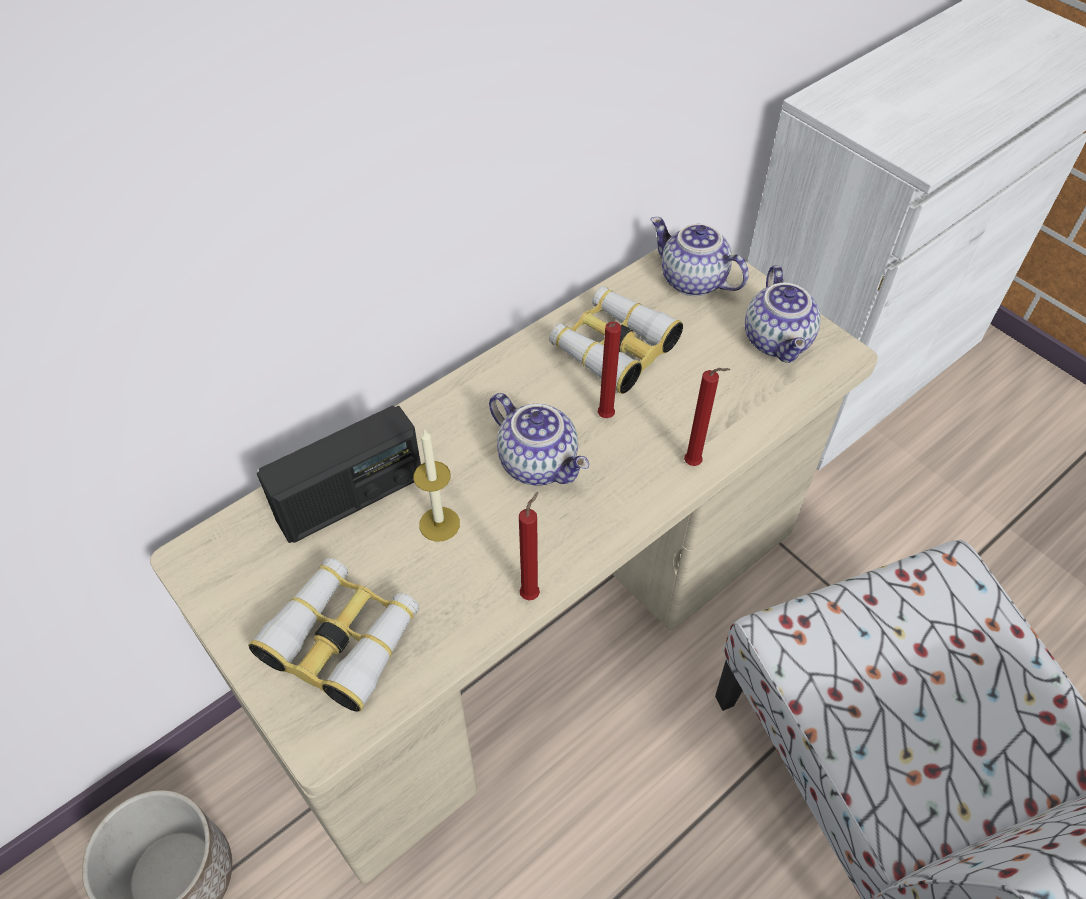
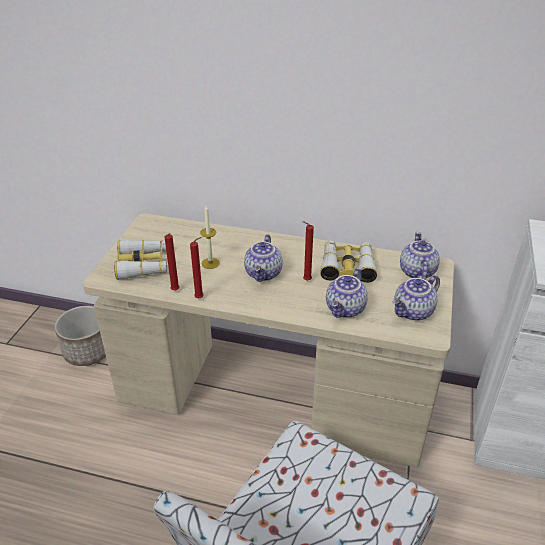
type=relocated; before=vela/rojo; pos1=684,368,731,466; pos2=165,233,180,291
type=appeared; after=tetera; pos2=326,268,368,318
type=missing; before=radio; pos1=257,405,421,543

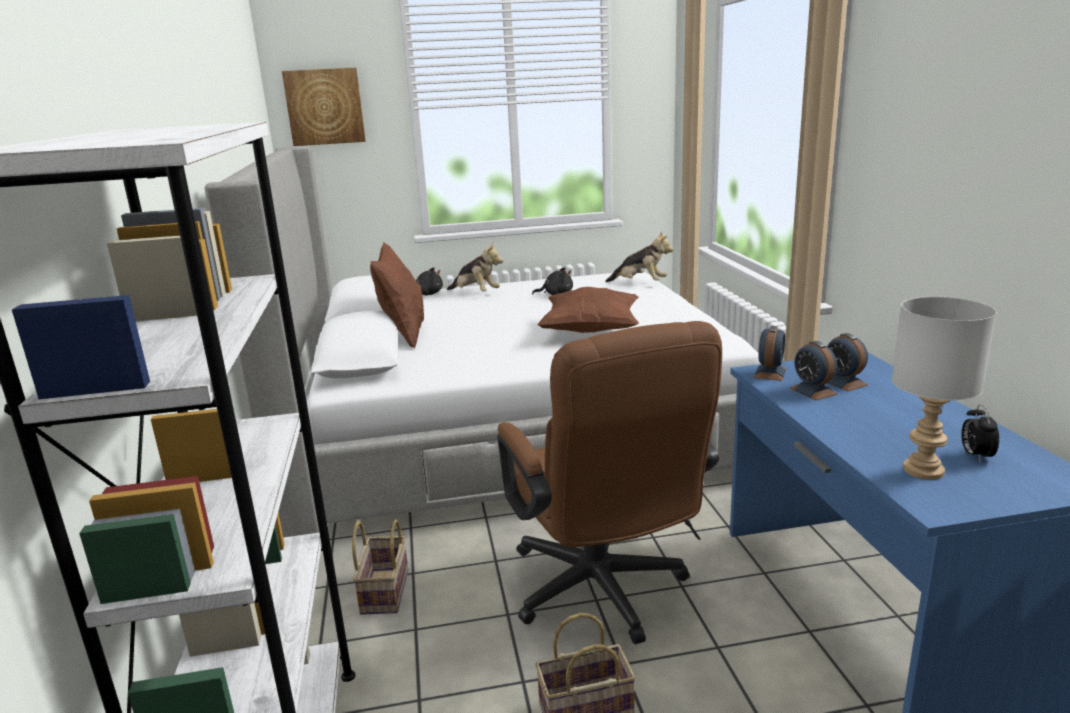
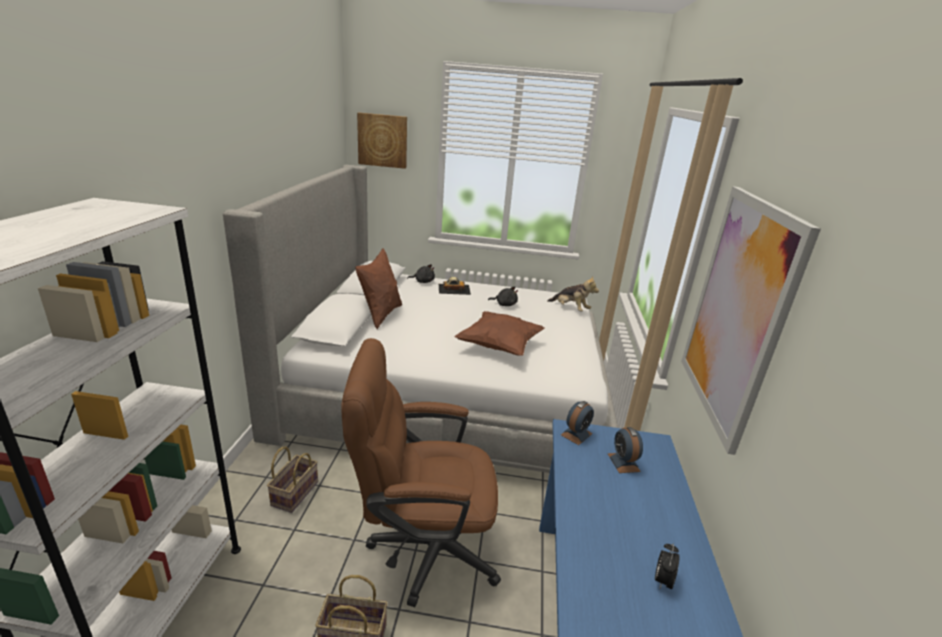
type=spun; before=silla de oficina/marrón; pos1=497,321,722,644; pos2=341,338,501,607; turn=90
type=exchanged; before=peluche; after=coche de juguete; pos1=447,243,503,291; pos2=439,277,471,295
type=appeared; after=cuadro; pos2=681,186,821,455
type=missing; before=despertador; pos1=789,341,838,400
type=missing; before=lámpara de mesa/gris; pos1=892,296,996,480

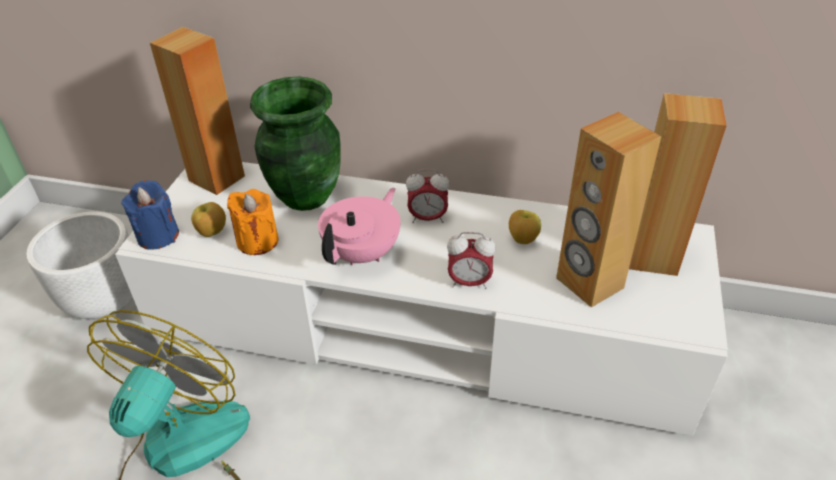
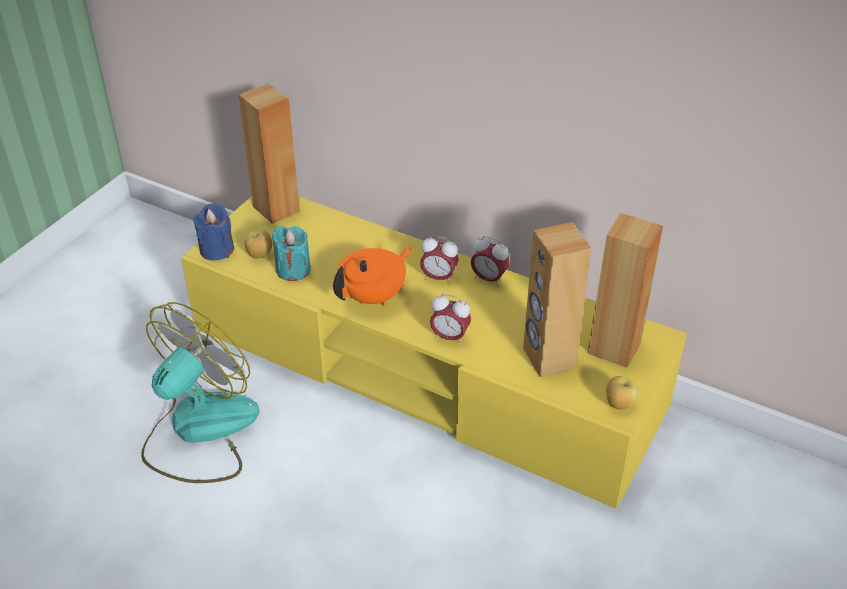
type=colour; before=mueble de televisión/blanco; after=mueble de televisión/amarillo; pos1=115,162,728,436; pos2=181,196,687,509
type=colour; before=vela/naranja; after=vela/turquesa; pos1=227,189,278,255; pos2=272,226,311,281
type=colour; before=tetera/rosa; after=tetera/naranja; pos1=318,188,400,265; pos2=333,246,412,306
type=appeared; after=despertador; pos2=471,236,510,287
type=relocated; before=manzana; pos1=509,210,541,244; pos2=606,376,638,409
type=missing; before=maceta/blanco; pos1=26,212,132,319
type=missing; before=florero/verde; pos1=250,77,341,211

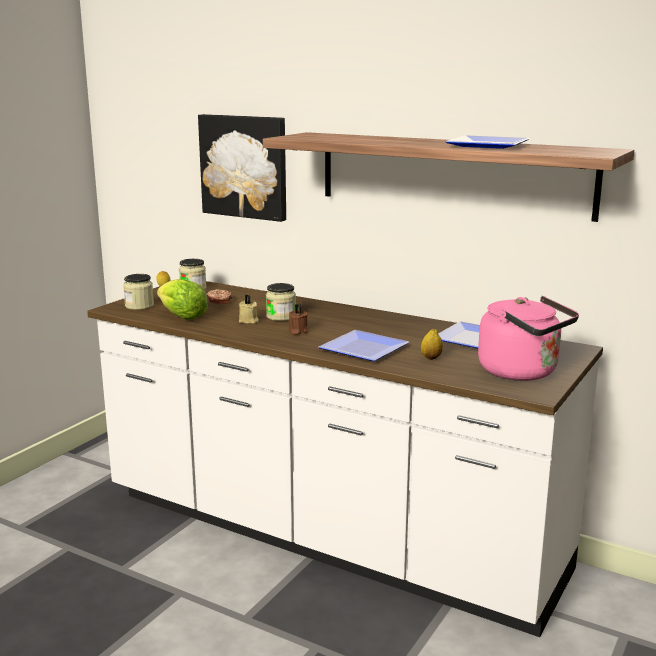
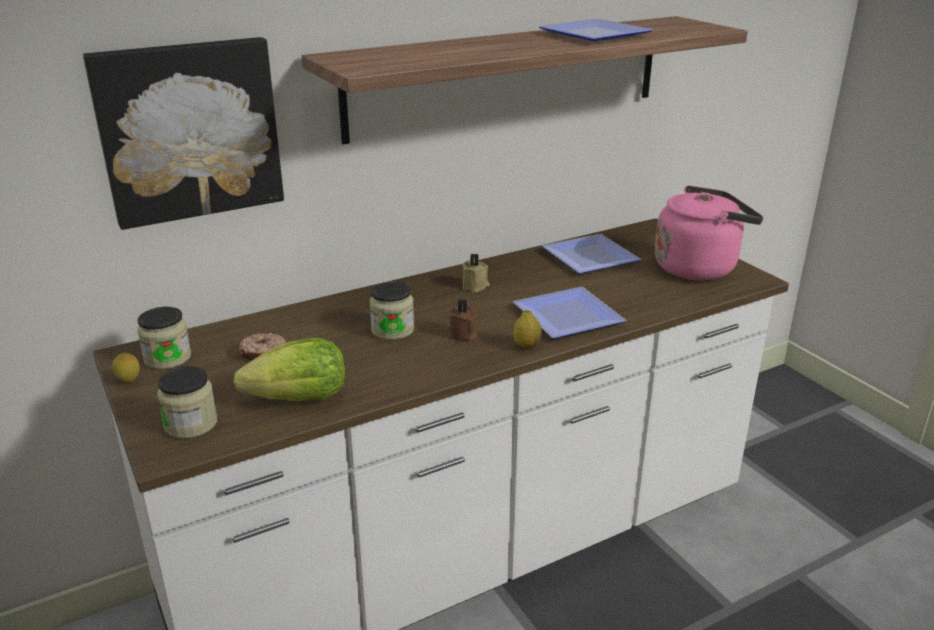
type=relocated; before=vela/beis; pos1=239,294,259,324; pos2=462,254,490,292
type=relocated; before=limón; pos1=421,329,443,360; pos2=513,310,542,349

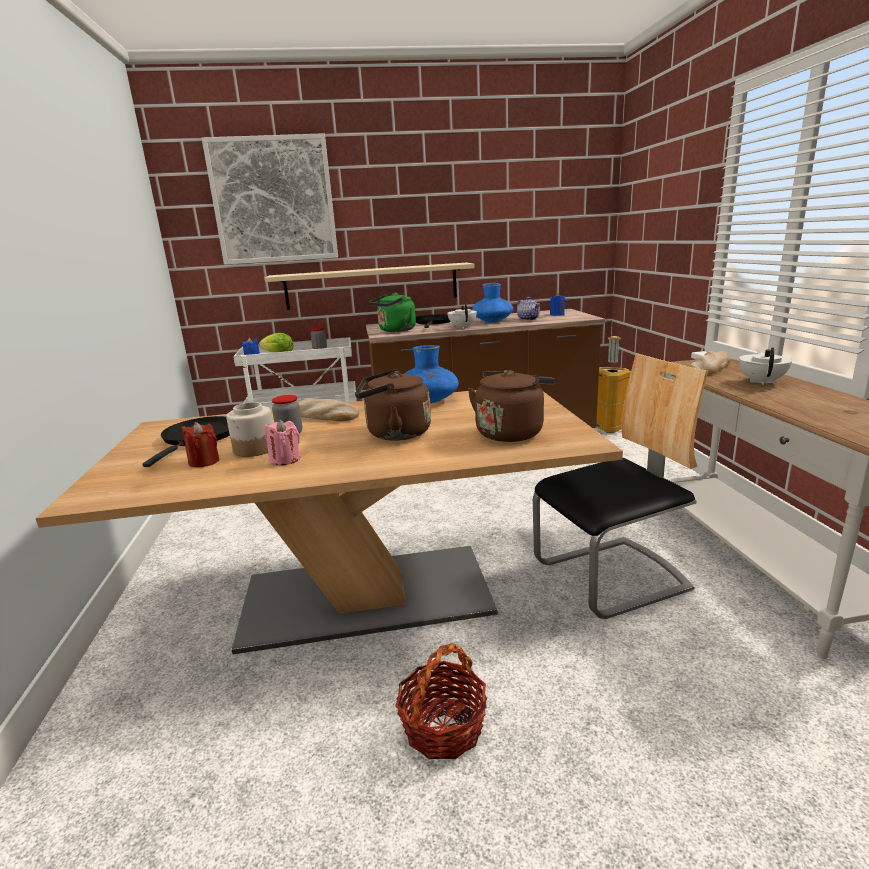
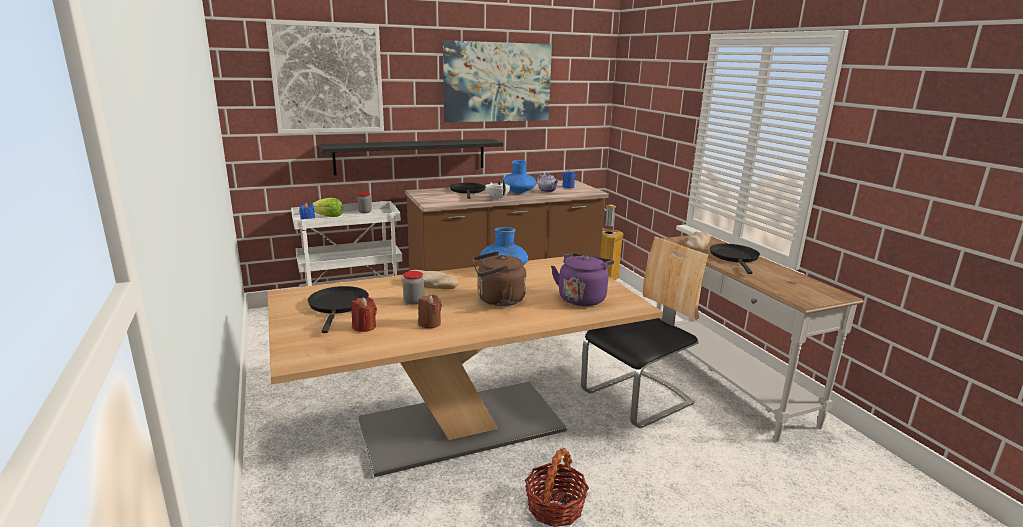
type=colour; before=estante/beis; after=estante/negro; pos1=265,262,475,310; pos2=319,139,503,175
type=colour; before=vela/rosa; after=vela/marrón; pos1=265,419,300,465; pos2=418,294,442,328
type=appeared; after=cuadro; pos2=443,40,552,122
type=colour; before=hervidor/marrón; after=hervidor/morado; pos1=467,370,555,442; pos2=551,253,614,306
type=exchanged; before=tetera/blanco; after=sartén/negro; pos1=739,347,792,385; pos2=710,244,760,274
type=missing; before=tarro; pos1=226,402,273,457
type=missing; before=hervidor/verde; pos1=369,293,416,332

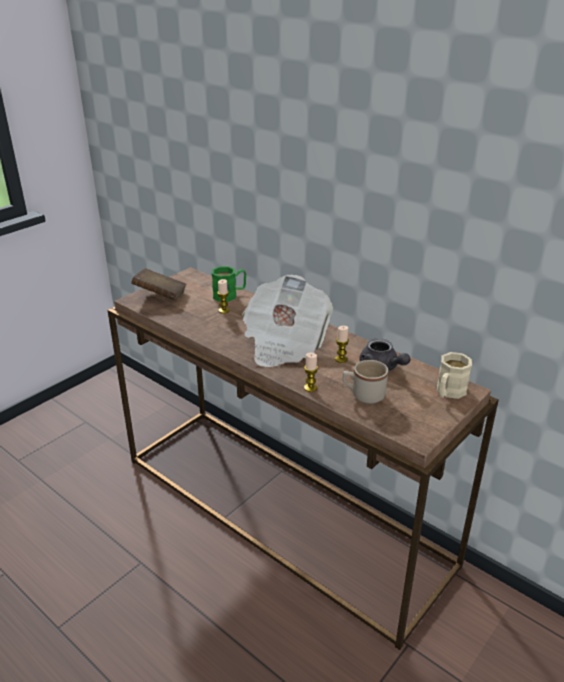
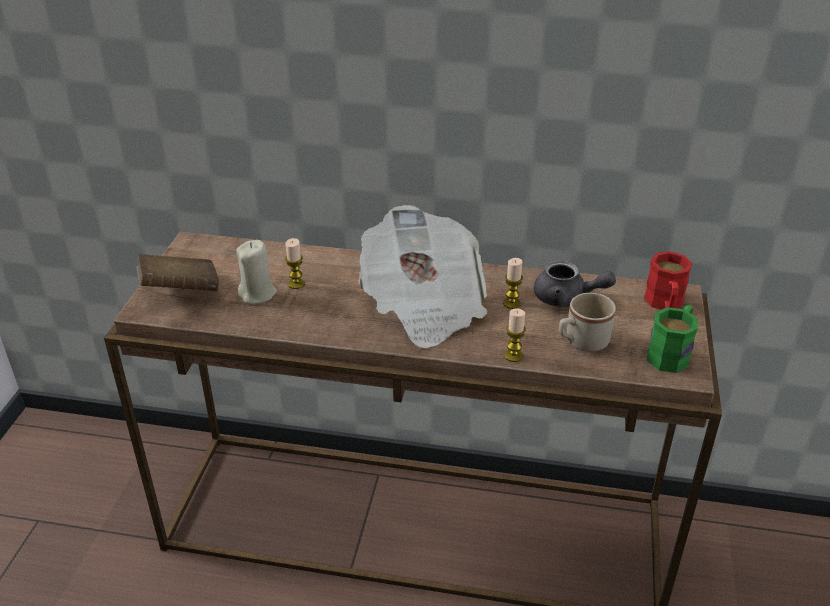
type=appeared; after=vela/beis; pos2=236,240,277,304
type=colour; before=taza grande/beis; after=taza grande/rojo; pos1=437,352,472,399; pos2=644,251,693,310
type=relocated; before=taza grande/verde; pos1=212,266,246,302; pos2=647,305,698,373

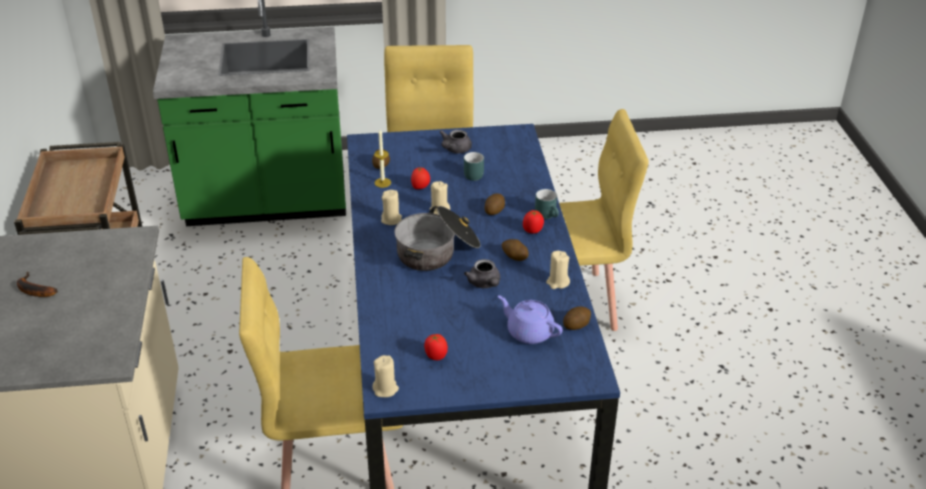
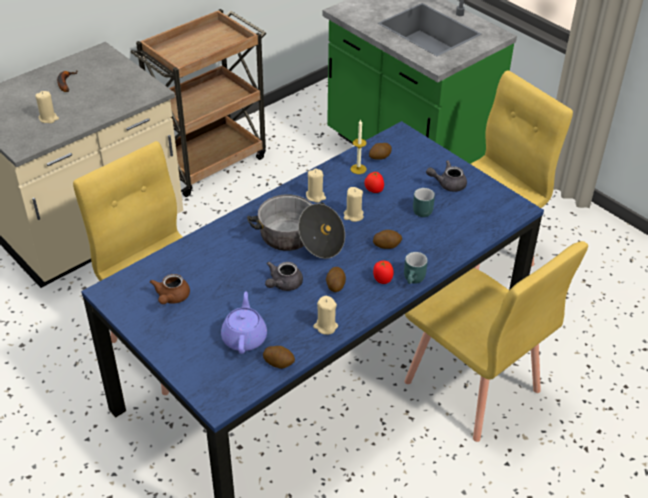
type=relocated; before=vela/beis; pos1=372,355,399,397; pos2=35,91,59,123
type=exchanged; before=tomate; after=tetera/marrón; pos1=424,334,448,360; pos2=150,274,190,304

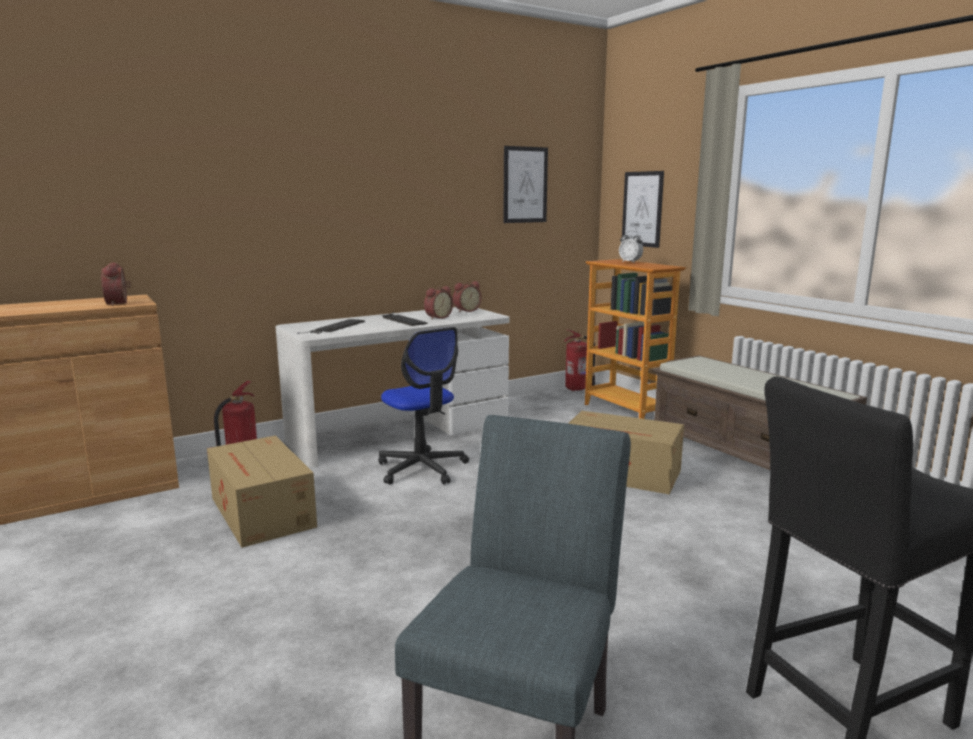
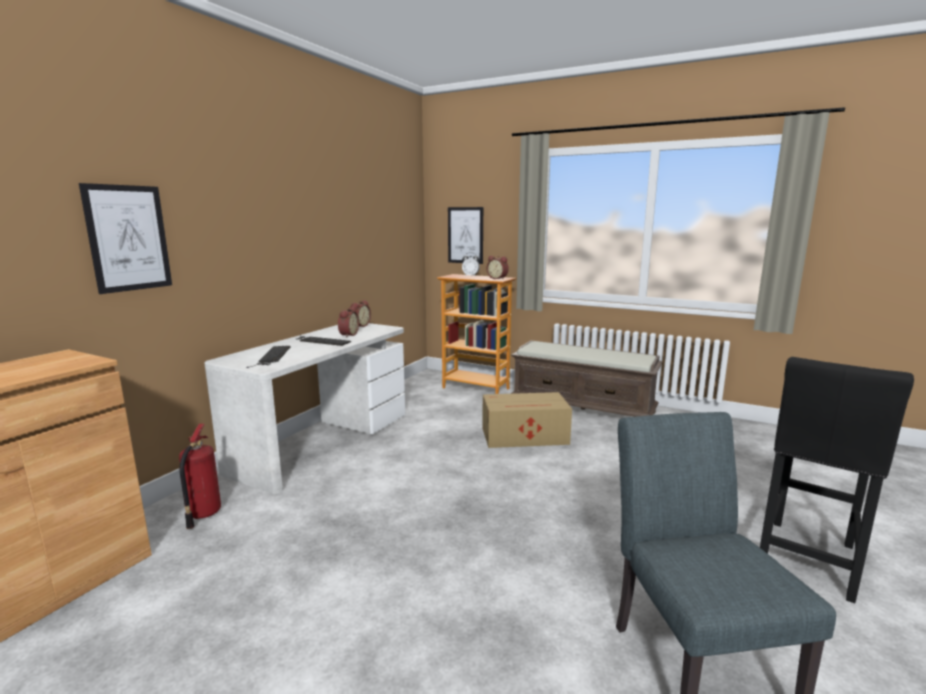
type=relocated; before=cuadro; pos1=503,146,548,223; pos2=79,183,172,294
type=relocated; before=despertador; pos1=101,262,131,306; pos2=487,256,509,280
type=missing; before=caja de cartón; pos1=207,435,317,548
type=missing; before=silla de oficina; pos1=379,327,469,484
type=missing; before=extintor; pos1=564,329,595,391

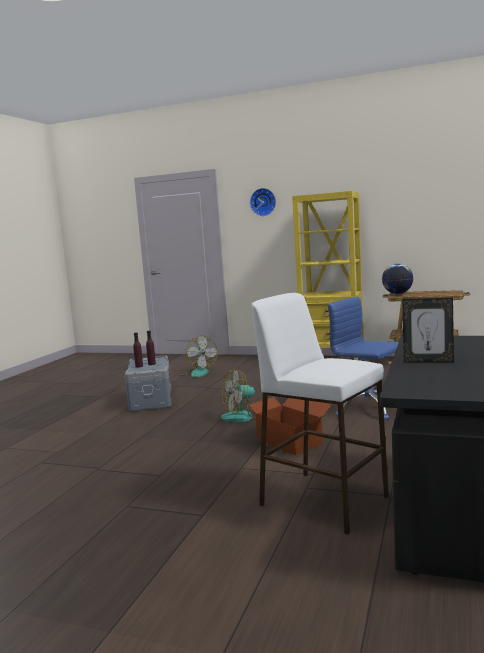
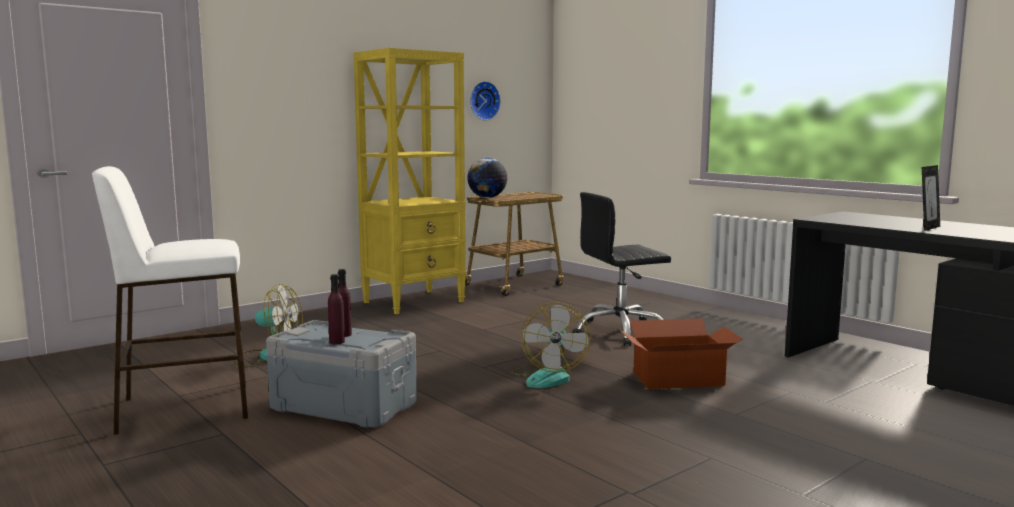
type=relocated; before=taburete/blanco; pos1=252,293,389,535; pos2=92,166,248,435
type=relocated; before=reloj de pared; pos1=250,188,276,216; pos2=470,81,501,121
type=colour; before=silla de oficina/azul; after=silla de oficina/negro; pos1=328,297,399,421; pos2=572,192,671,346

